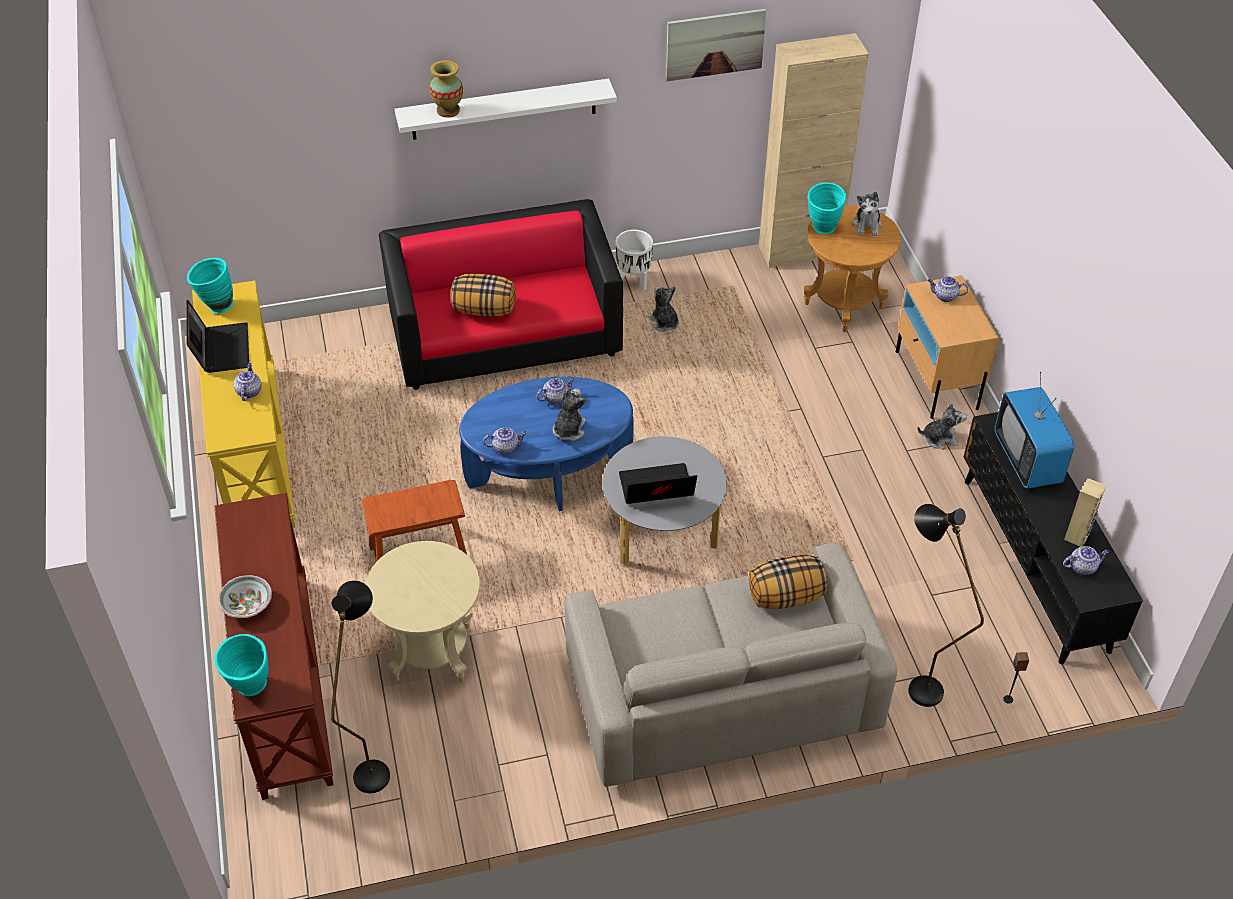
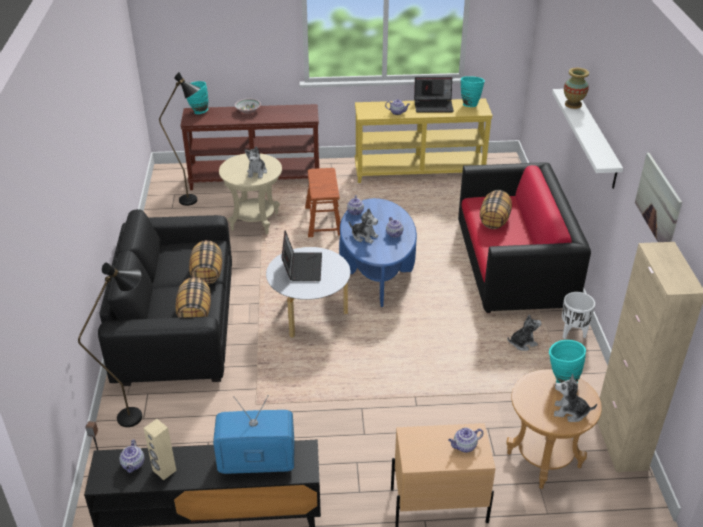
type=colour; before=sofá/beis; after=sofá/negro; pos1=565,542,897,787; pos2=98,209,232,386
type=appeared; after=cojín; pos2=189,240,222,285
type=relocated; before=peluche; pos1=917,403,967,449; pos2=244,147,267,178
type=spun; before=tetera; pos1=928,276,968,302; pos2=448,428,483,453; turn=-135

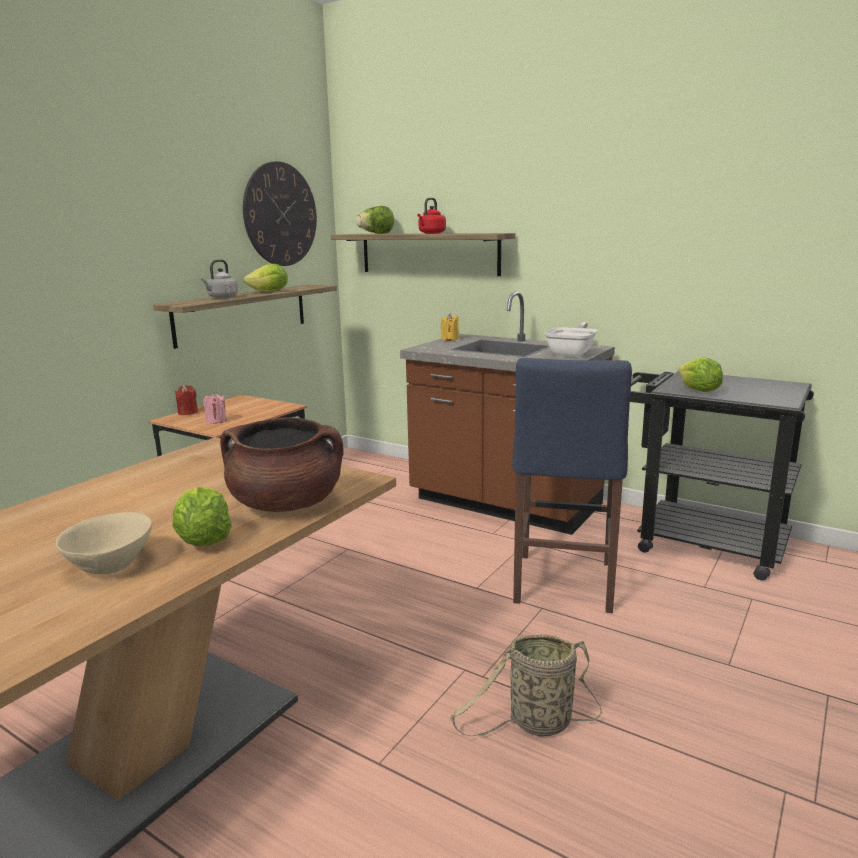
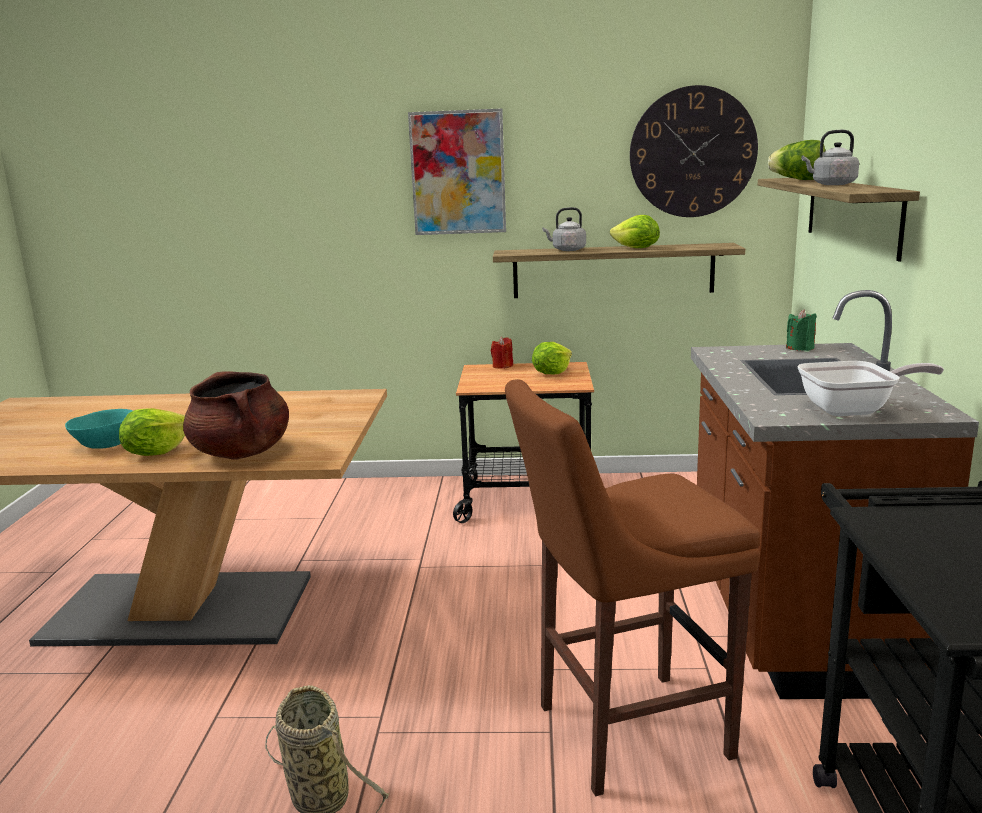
type=colour; before=cuenco/beis; after=cuenco/turquesa; pos1=56,512,152,574; pos2=65,409,133,449
type=appeared; after=cuadro; pos2=408,108,506,235
type=colour; before=taburete/azul; after=taburete/marrón; pos1=512,358,632,613; pos2=505,379,760,796
type=relocated; before=lechuga; pos1=678,357,723,392; pos2=532,342,572,374
type=colour; before=vela/amarillo; after=vela/verde; pos1=441,314,459,341; pos2=786,309,817,351
type=colour; before=hervidor/rojo; after=hervidor/gris; pos1=417,198,446,234; pos2=801,130,859,185
type=missing; before=vela/rosa; pos1=203,392,227,424

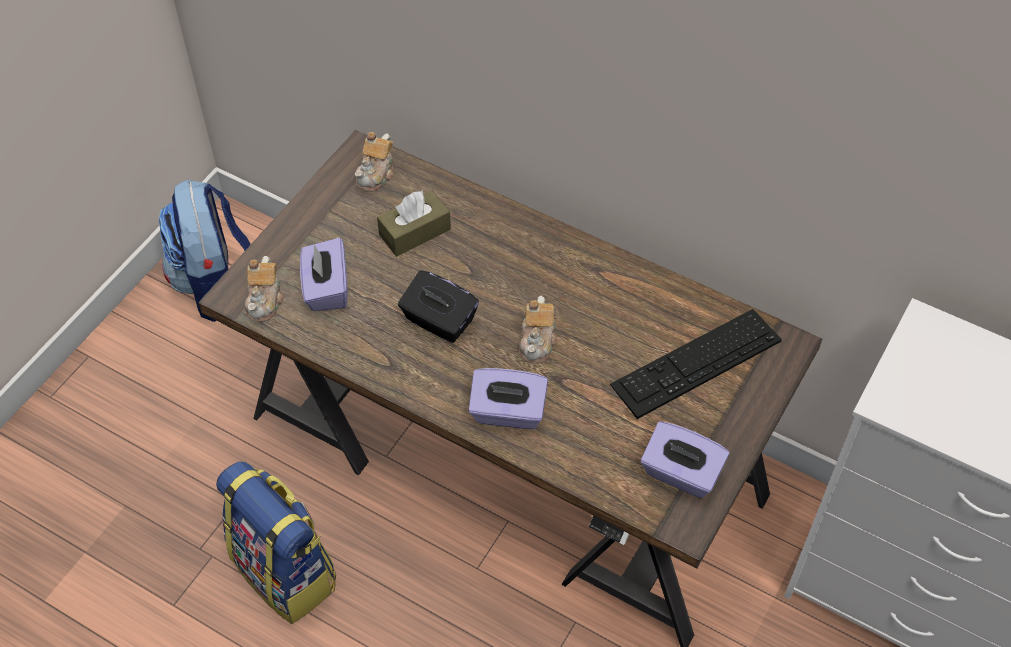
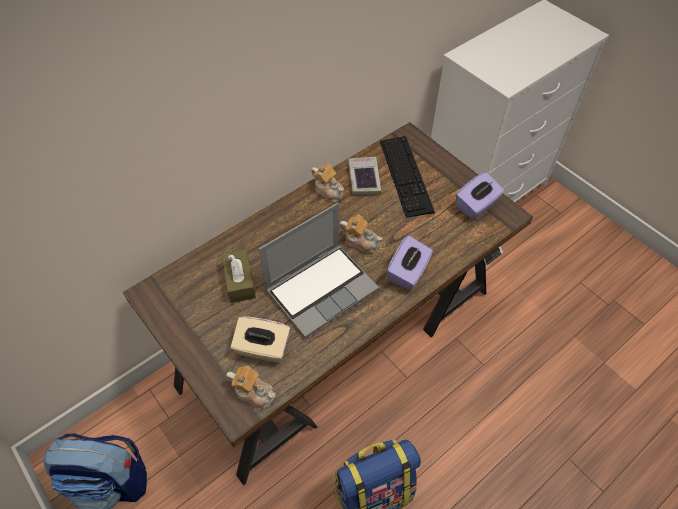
type=colour; before=caja de pañuelos/morado; after=caja de pañuelos/beis; pos1=300,238,348,311; pos2=231,317,291,363
type=exchanged; before=caja de pañuelos/negro; after=portátil; pos1=398,270,479,343; pos2=259,203,379,338
type=relocated; before=tetera; pos1=355,132,395,192; pos2=311,164,344,203
type=appeared; after=libro; pos2=348,157,381,195

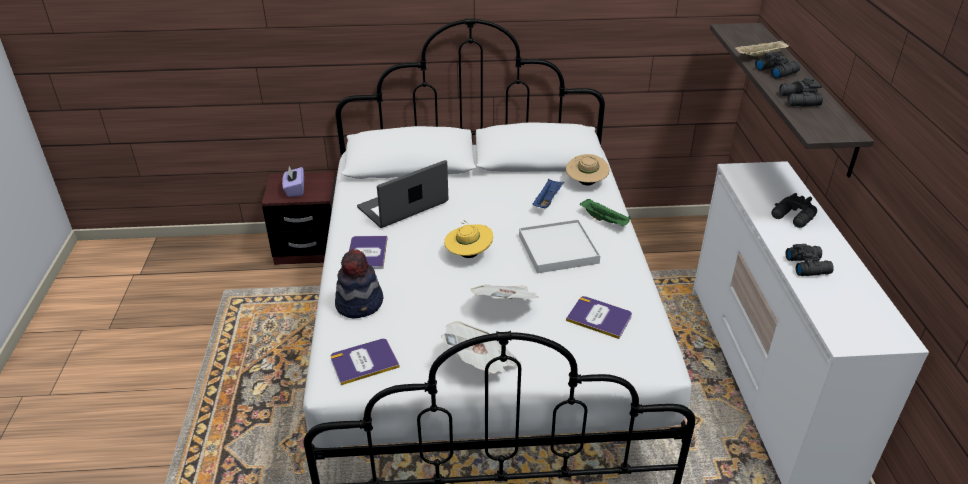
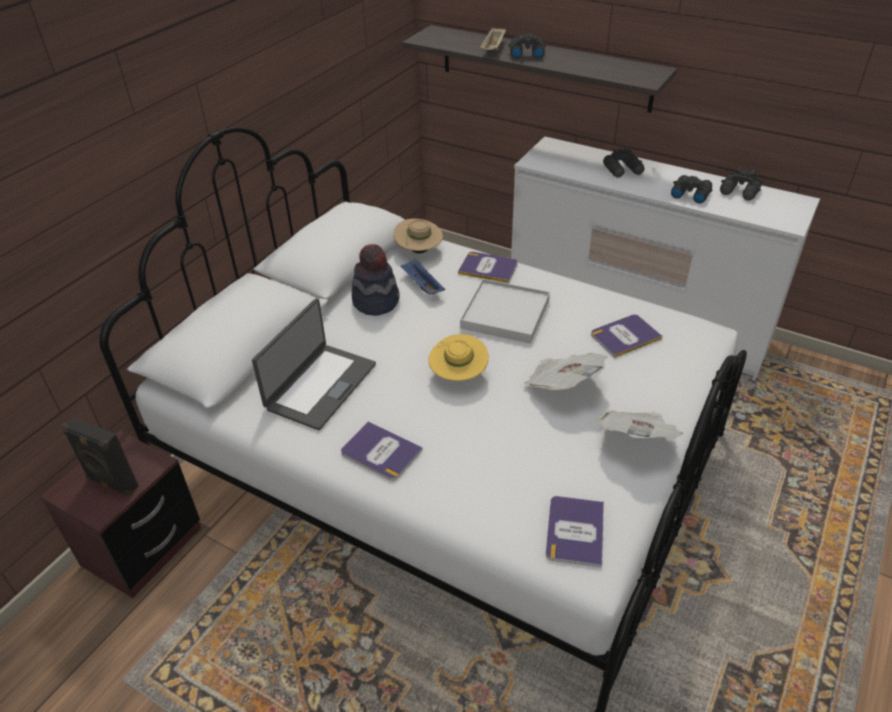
type=exchanged; before=caja de pañuelos/morado; after=altavoz/negro; pos1=282,166,304,197; pos2=62,417,139,496
type=spun; before=portátil; pos1=357,160,448,228; pos2=252,298,376,430; turn=-150
type=relocated; before=sombrero; pos1=335,249,383,318; pos2=352,244,400,316
type=exchanged; before=bandeja/verde; after=libro; pos1=580,199,631,226; pos2=458,252,518,283
type=relocated; before=prismáticos/negro; pos1=779,78,823,107; pos2=720,167,762,201

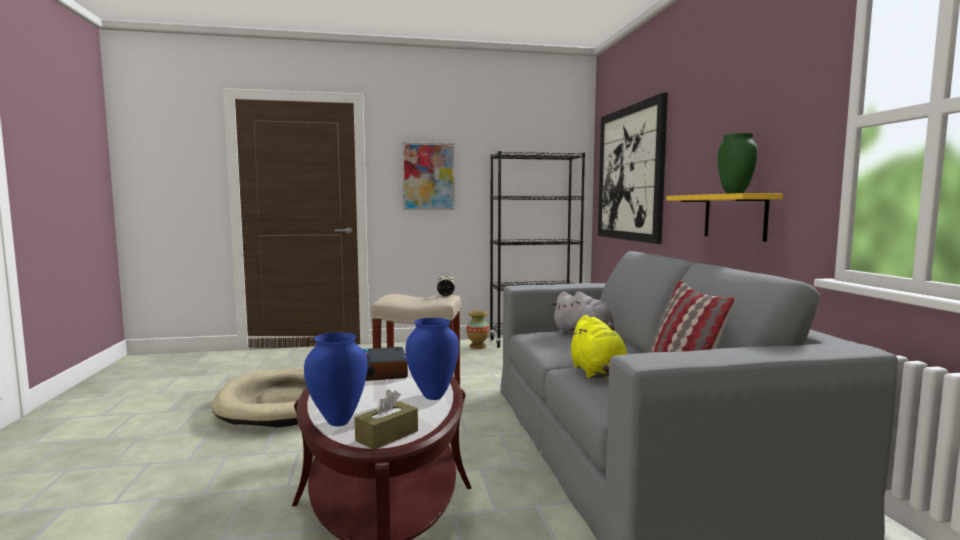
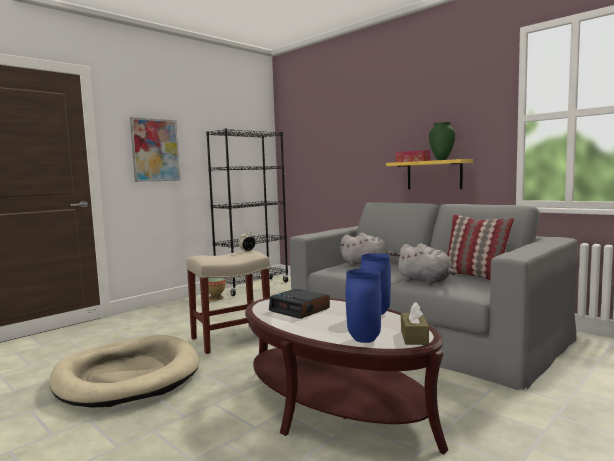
type=appeared; after=caja de pañuelos; pos2=395,150,430,162
type=colour; before=peluche/amarillo; after=peluche/gris; pos1=569,315,627,379; pos2=395,243,456,284
type=missing; before=cuadro; pos1=598,93,668,244

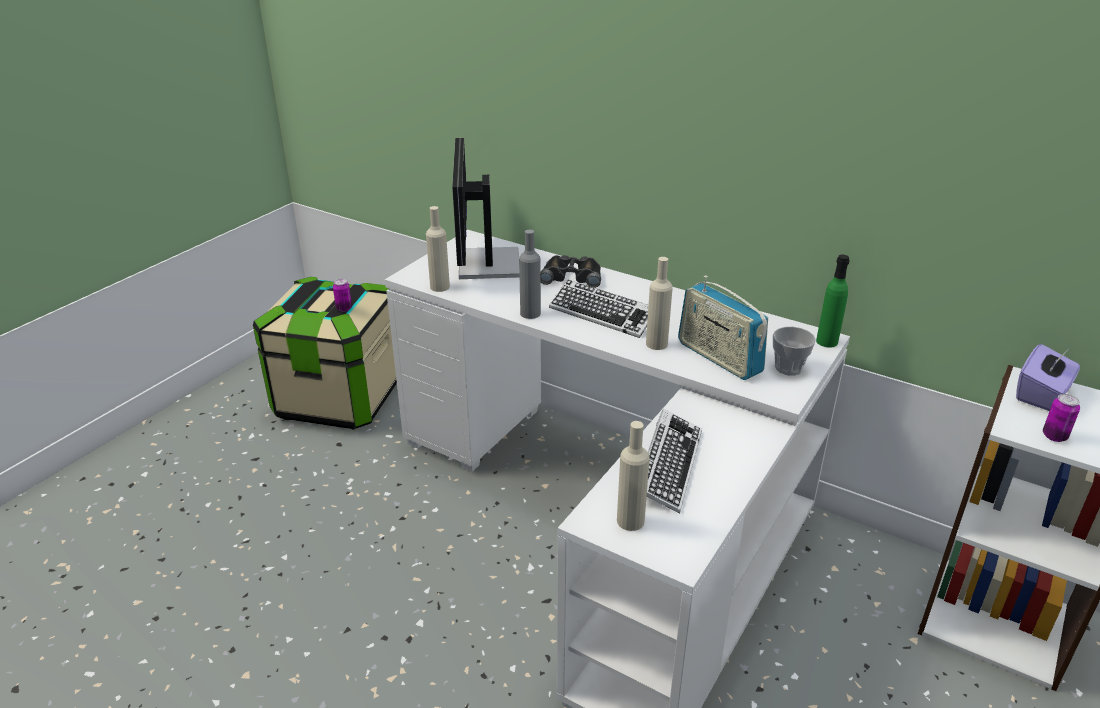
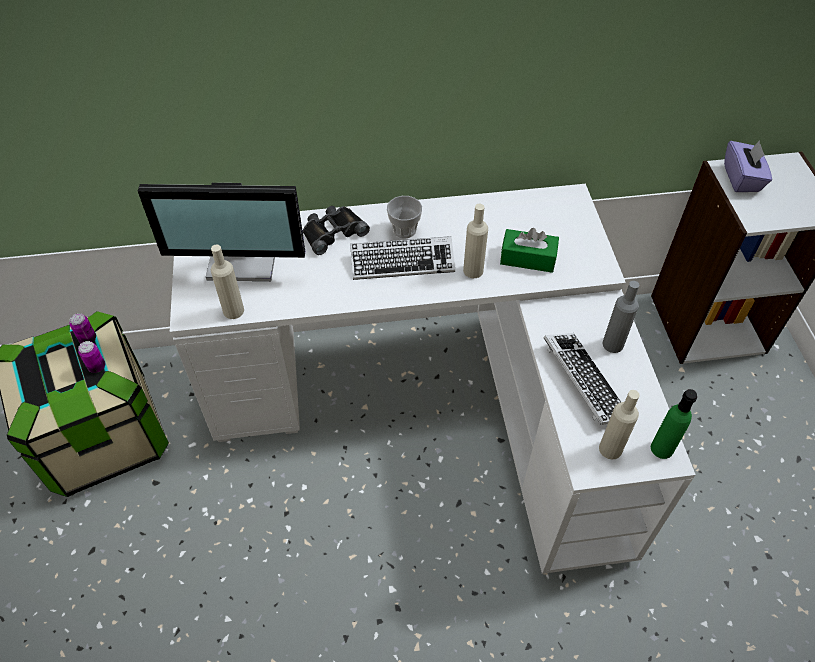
type=relocated; before=lata; pos1=1043,394,1080,442; pos2=70,313,96,343
type=spun; before=monitor; pos1=452,138,520,279; pos2=138,183,305,281; turn=-45
type=relocated; before=taza; pos1=773,327,816,376; pos2=387,196,422,238
type=exchanged; before=radio; after=caja de pañuelos/verde; pos1=678,275,768,380; pos2=500,228,559,273
type=relocated; before=botella/gris; pos1=519,230,541,319; pos2=602,281,639,353
type=relocated; before=botella/verde; pos1=816,255,850,348; pos2=651,389,697,459

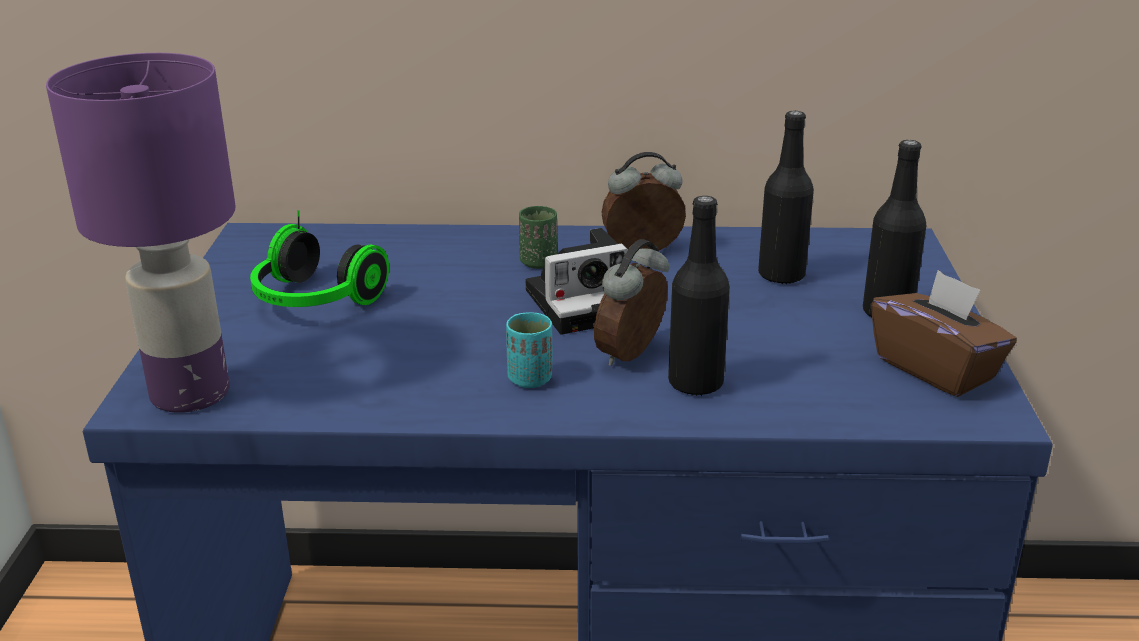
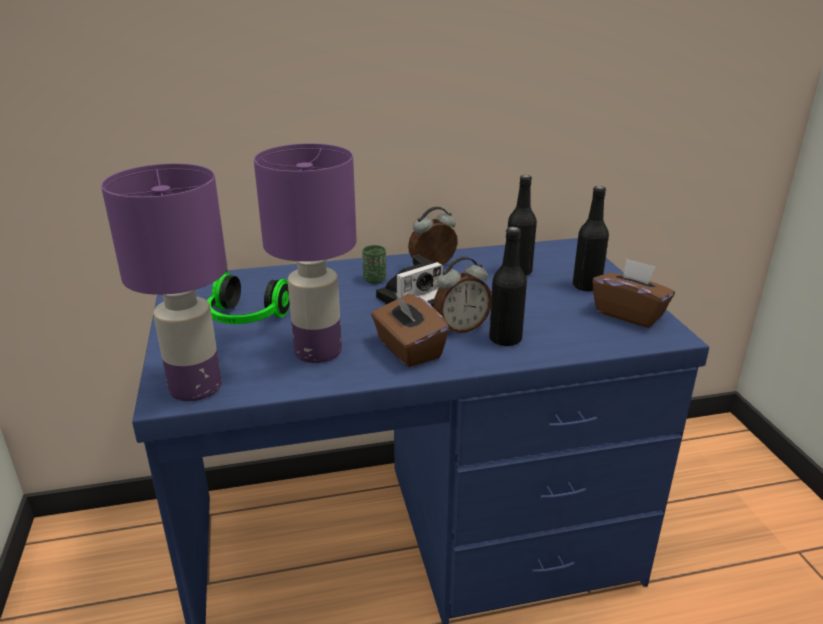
type=appeared; after=lámpara de mesa/morado; pos2=254,143,357,363
type=exchanged; before=taza/turquesa; after=caja de pañuelos/marrón; pos1=506,312,552,388; pos2=371,291,449,367
type=spun; before=despertador; pos1=594,239,669,366; pos2=434,257,492,333; turn=-135

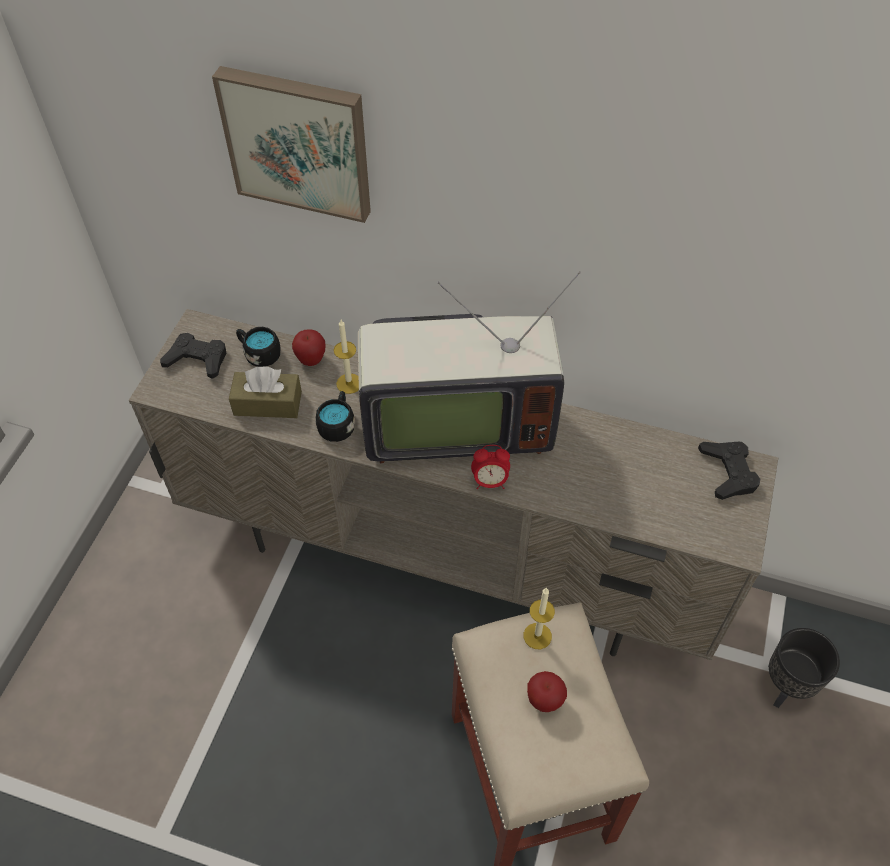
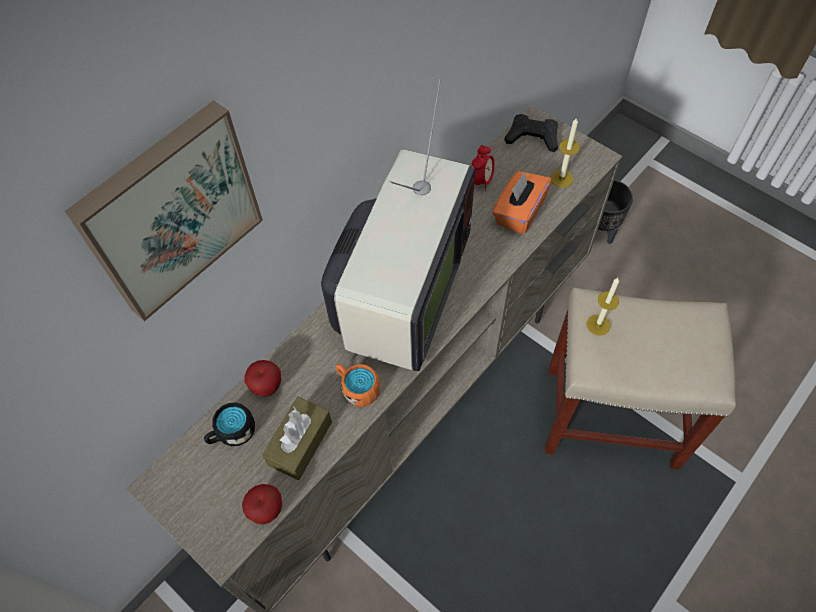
type=relocated; before=manzana; pos1=527,671,567,712; pos2=242,484,282,525
type=colour; before=taza grande/negro; after=taza grande/naranja; pos1=315,391,355,442; pos2=335,364,380,407
type=relocated; before=despertador; pos1=471,445,510,489; pos2=472,145,495,191
type=appeared; after=caja de pañuelos/naranja; pos2=492,171,552,234
type=relocated; before=vela; pos1=334,320,359,394; pos2=551,117,580,188
type=missing; before=mando de consola/negro; pos1=160,333,227,379

